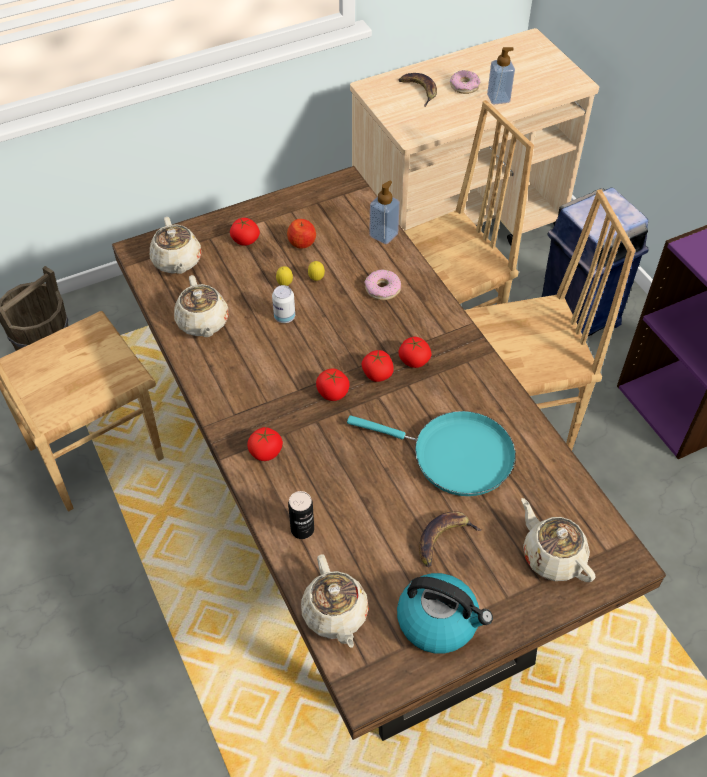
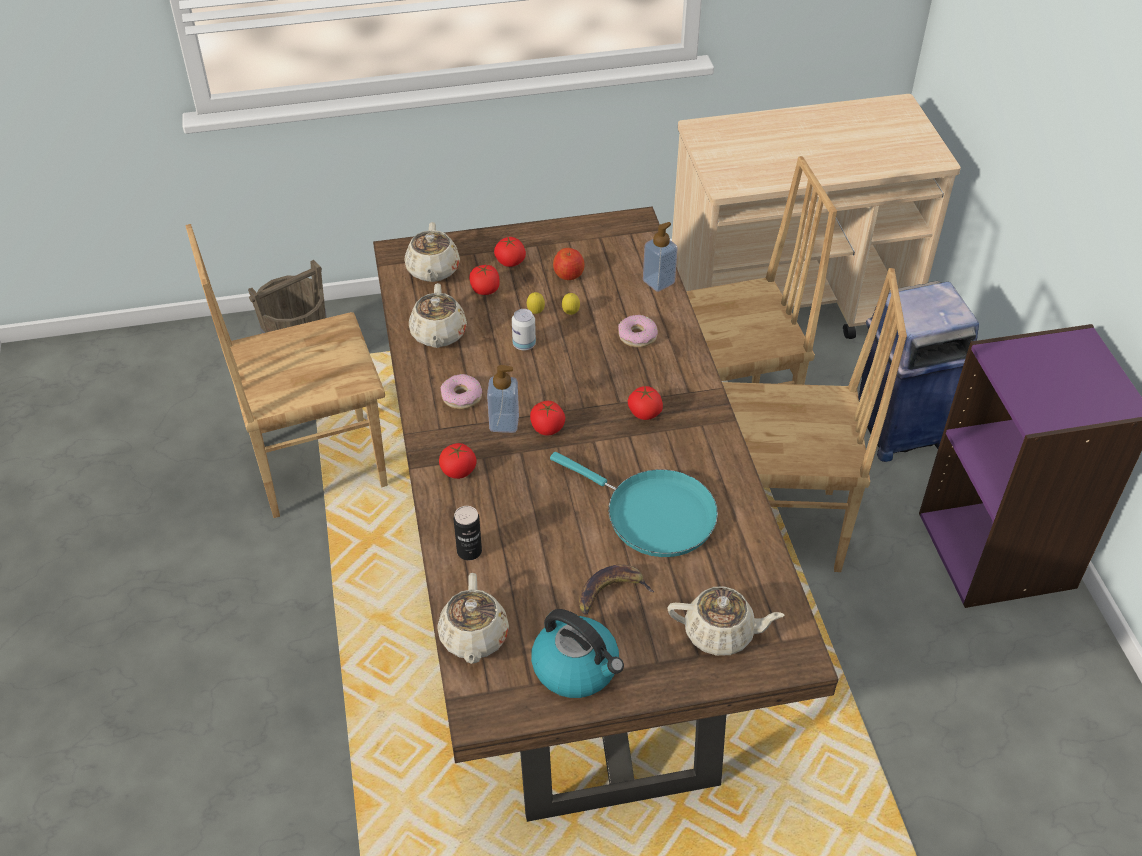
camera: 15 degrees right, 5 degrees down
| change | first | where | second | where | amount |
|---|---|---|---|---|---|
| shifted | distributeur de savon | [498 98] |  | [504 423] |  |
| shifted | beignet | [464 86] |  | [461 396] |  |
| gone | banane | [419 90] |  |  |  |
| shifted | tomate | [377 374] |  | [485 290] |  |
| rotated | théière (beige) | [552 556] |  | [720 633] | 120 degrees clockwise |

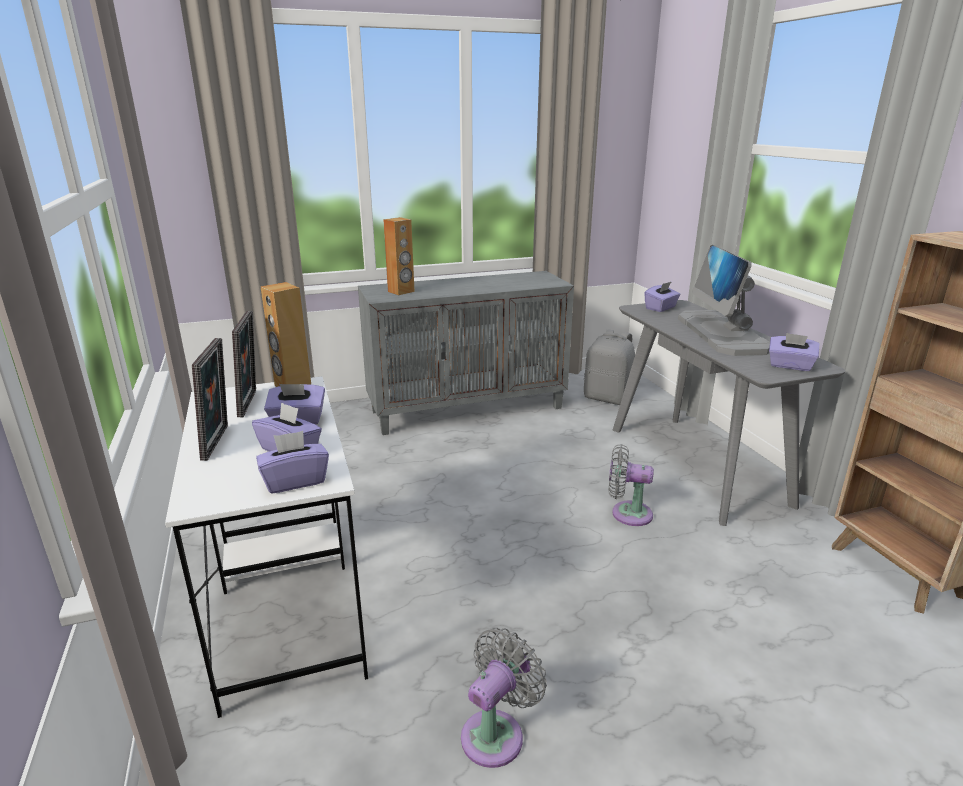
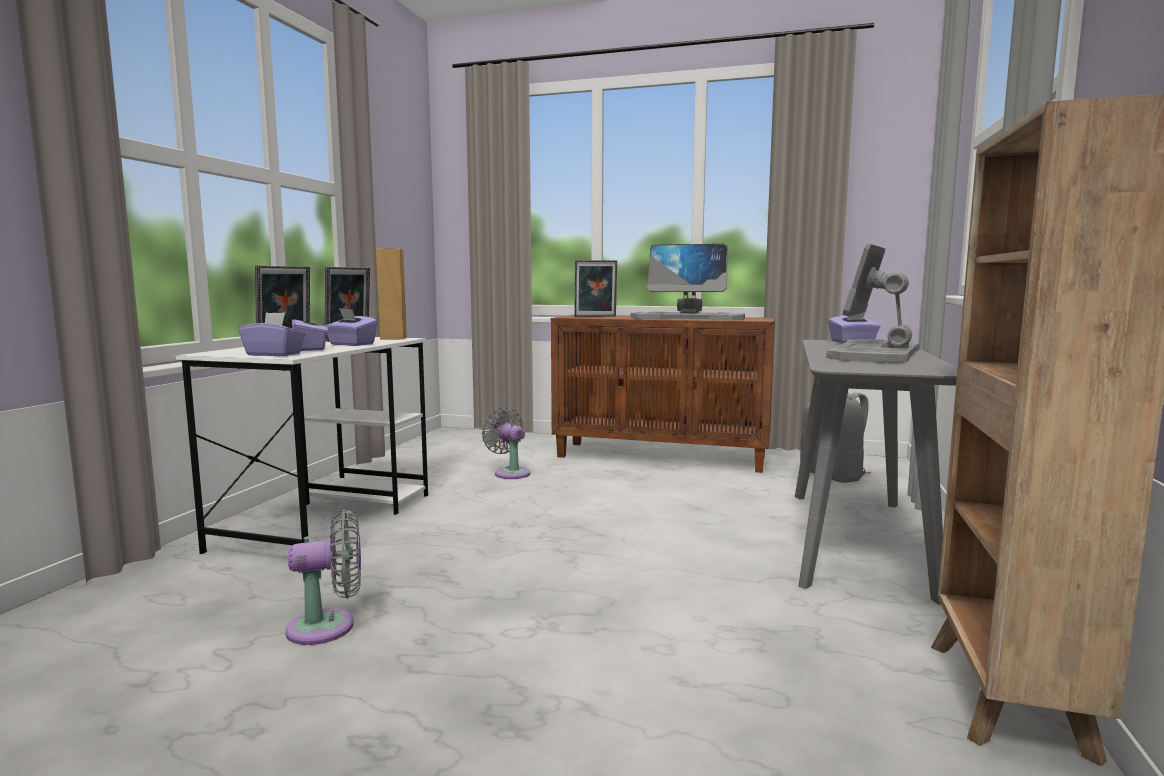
camera: 35 degrees right, 15 degrees down
| change | first | where | second | where | amount |
|---|---|---|---|---|---|
| swapped | enceinte (marron) | [401 292] | cadre photo | [595 316] |  |
| repainted | meuble de rangement (gris) | [468 409] | meuble de rangement (marron) | [662 456] |  |
| gone | boîte à mouchoirs (violet) | [790 366] |  |  |  |
| shifted | ventilateur (gris) | [627 513] |  | [510 473] |  |
| new |  |  | écran d'ordinateur | [688 318] |  |

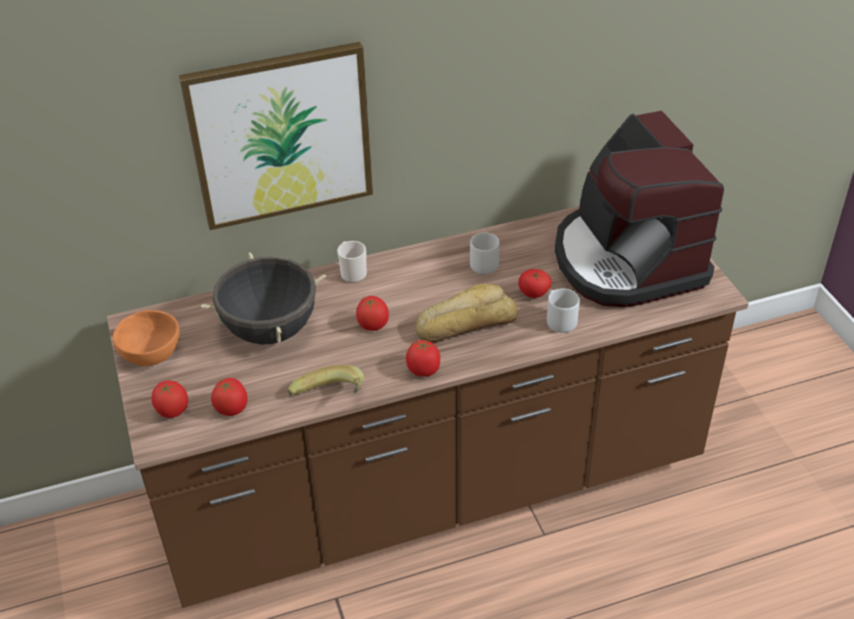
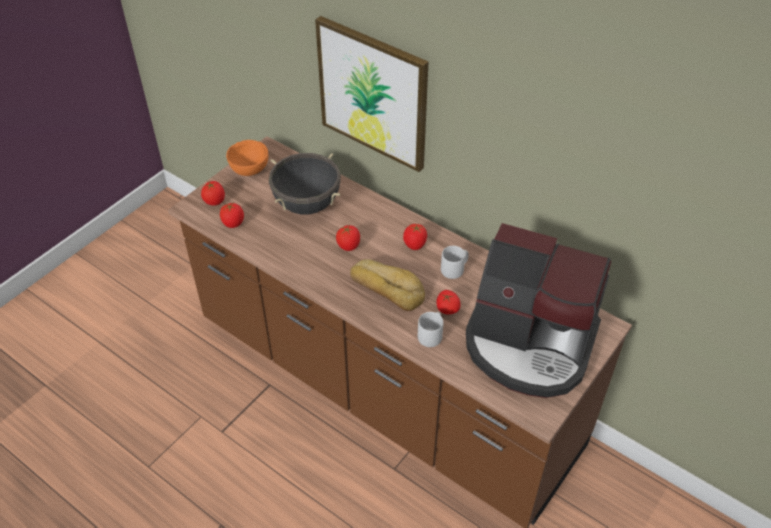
camera: 55 degrees right, 5 degrees up
| change | first | where | second | where | amount |
|---|---|---|---|---|---|
| rotated | machine à café | [627 260] |  | [529 345] | 105 degrees counterclockwise |
| gone | mug | [352 273] |  |  |  |
| shifted | tomate | [424 370] |  | [415 245] |  |
| gone | banane | [330 400] |  |  |  |

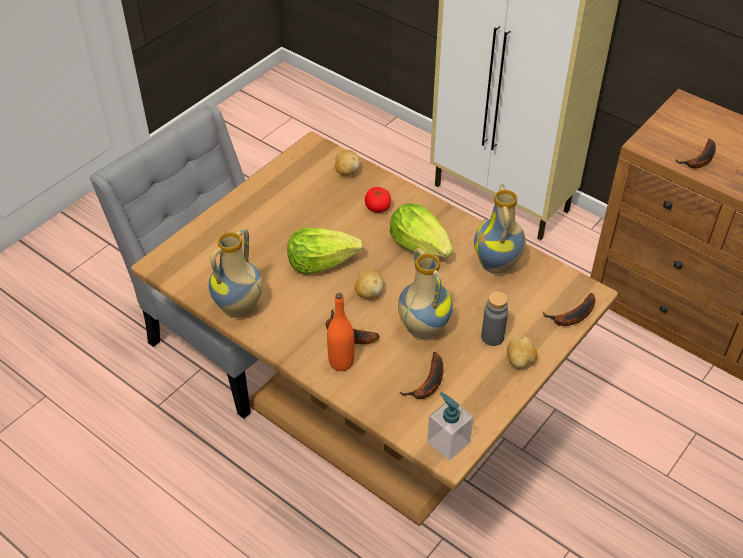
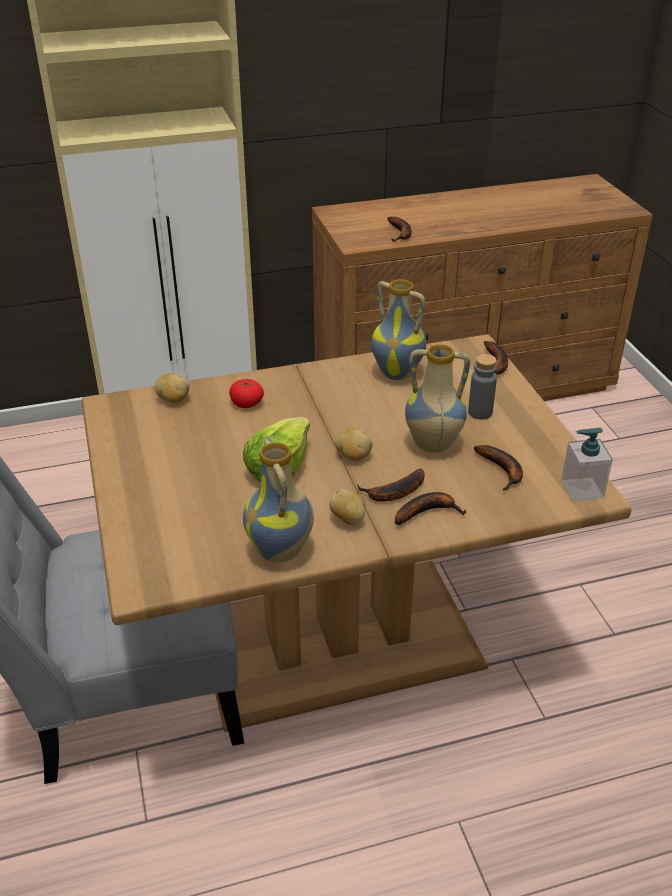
camera: 55 degrees left, 10 degrees down
| change | first | where | second | where | amount |
|---|---|---|---|---|---|
| gone | laitue | [420 245] |  |  |  |
| swapped | bouteille (orange) | [341 362] | banane | [427 511] |  |
| shifted | pomme de terre | [520 361] |  | [348 519] |  |

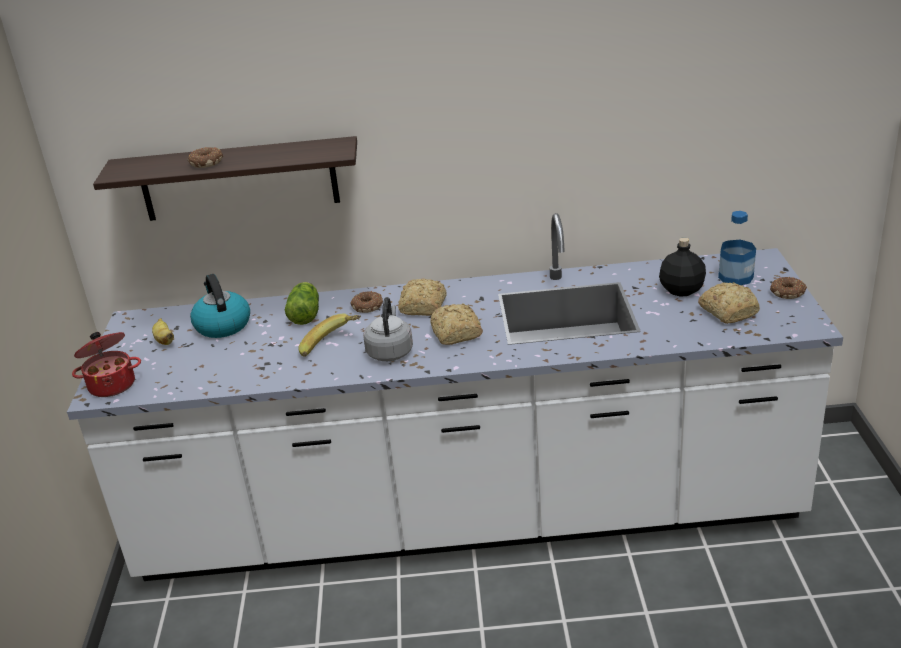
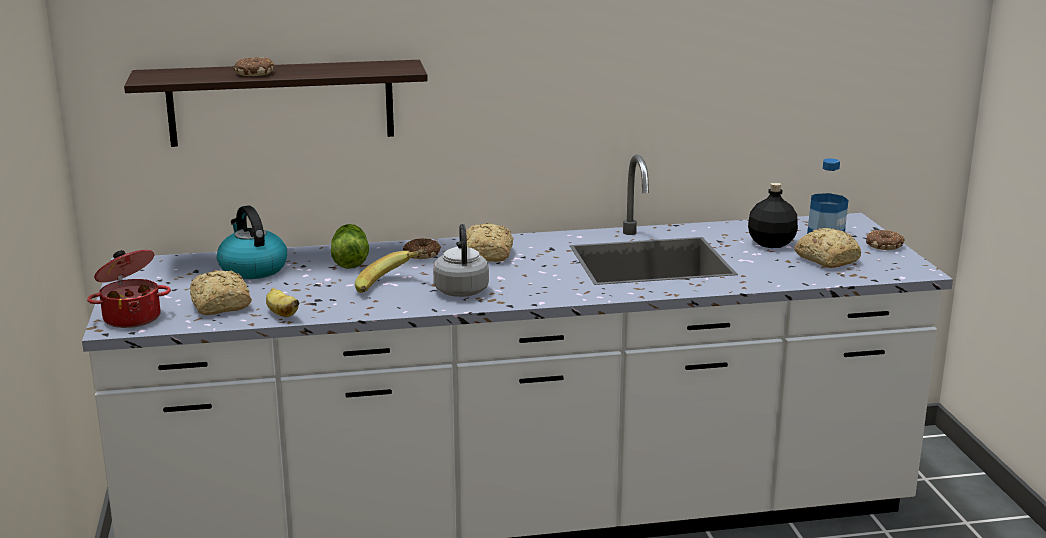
camera: 10 degrees left, 10 degrees down
| change | first | where | second | where | amount |
|---|---|---|---|---|---|
| shifted | pain | [456 334] |  | [220 306] |  |
| shifted | banane | [164 340] |  | [281 314] |  |

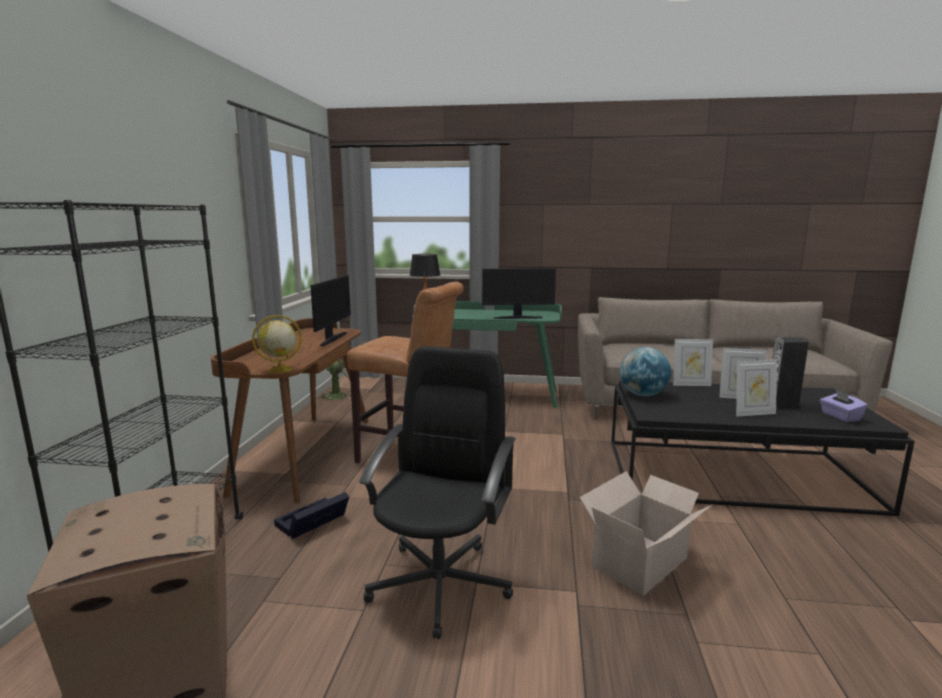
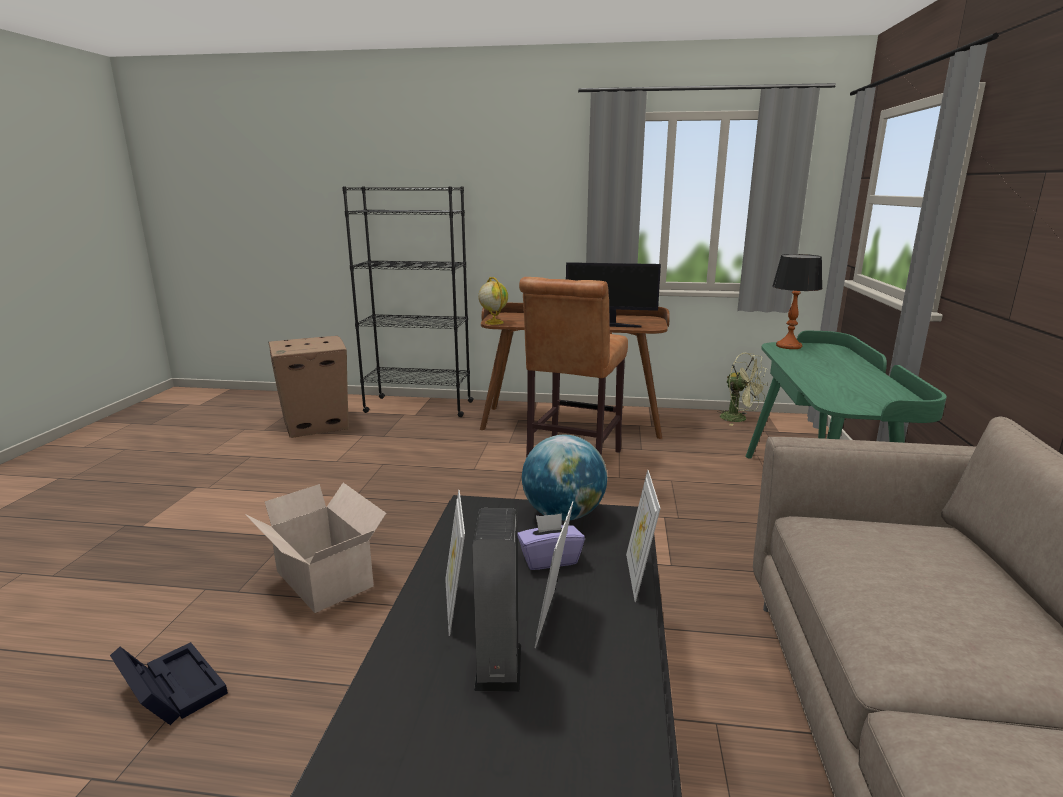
camera: 90 degrees right, 5 degrees up
| change | first | where | second | where | amount |
|---|---|---|---|---|---|
| gone | écran d'ordinateur | [517 317] |  |  |  |
| gone | chaise de bureau (noir) | [441 582] |  |  |  |
| shifted | boîte à mouchoirs (violet) | [840 417] |  | [549 559] |  |
| shifted | boîte de rangement (noir) | [311 523] |  | [170 689] |  |

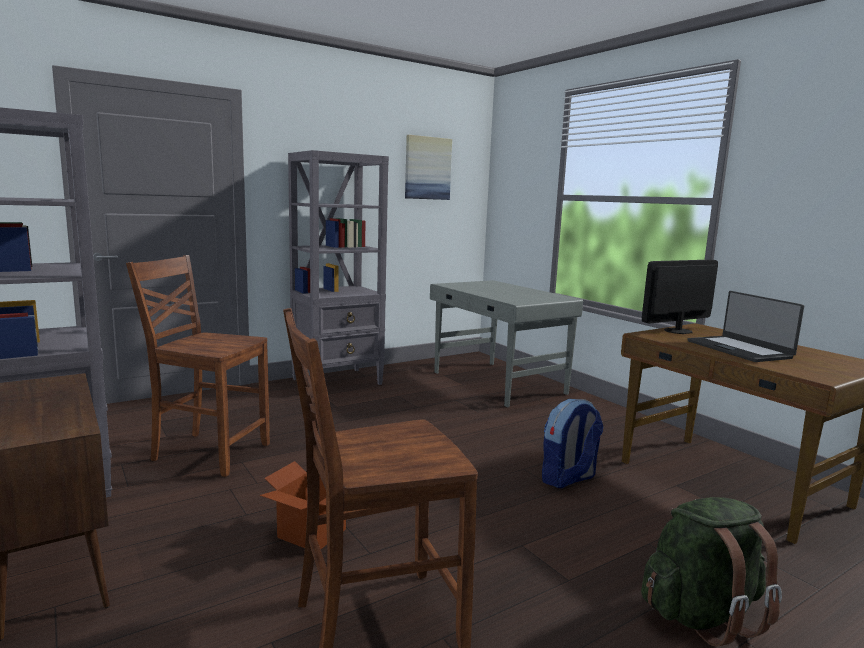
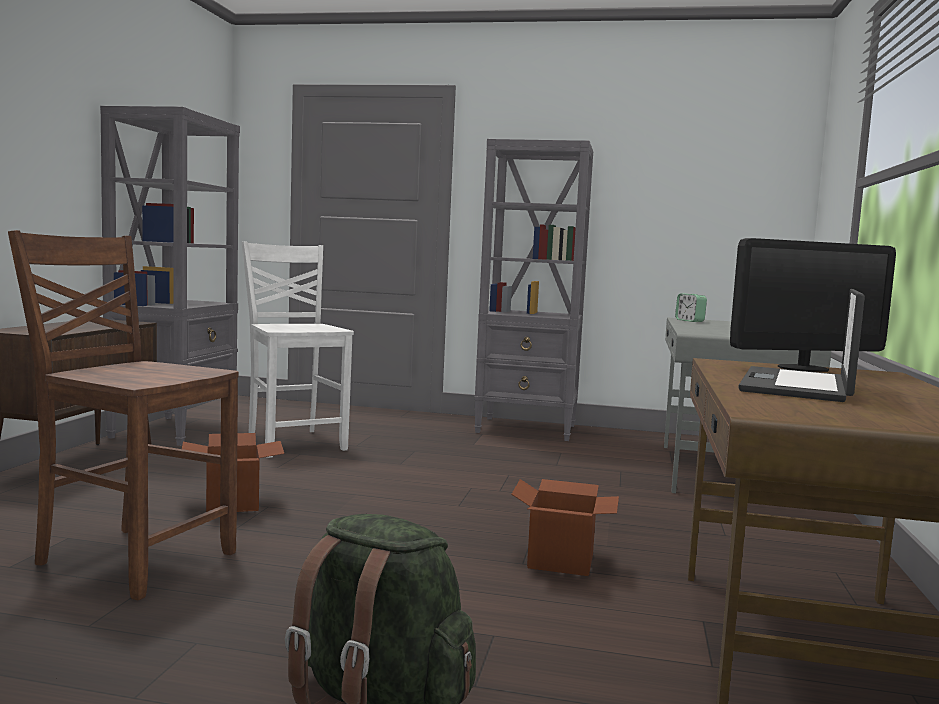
camera: 45 degrees right, 5 degrees down
| change | first | where | second | where | amount |
|---|---|---|---|---|---|
| gone | tableau | [427 168] |  |  |  |
| repainted | chaise (marron) | [209 452] | chaise (blanc) | [294 442] |  |
| rotated | écran d'ordinateur | [678 331] |  | [803 368] | 150 degrees clockwise |
| swapped | sac à dos | [568 479] | carton | [560 561] |  |
| new |  |  | réveil | [689 321] |  |

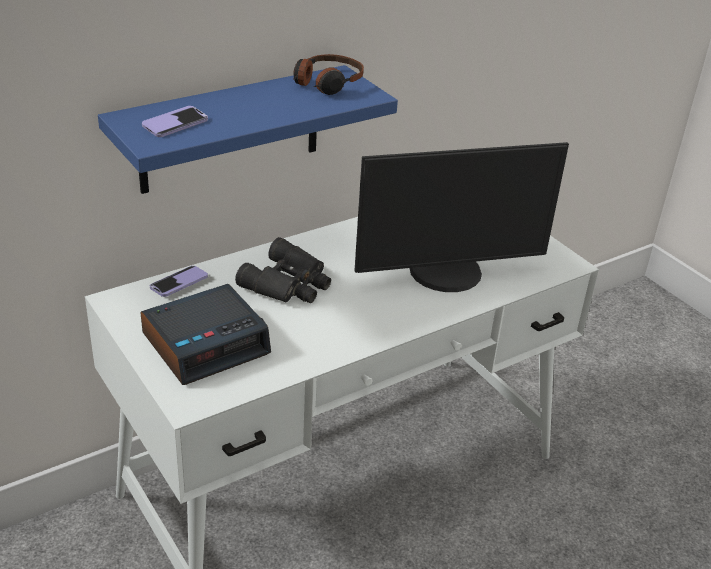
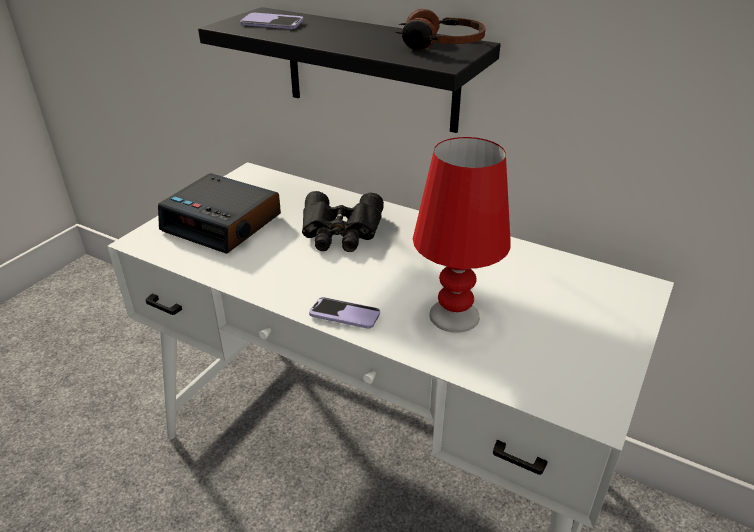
camera: 65 degrees right, 0 degrees up
| change | first | where | second | where | amount |
|---|---|---|---|---|---|
| repainted | étagère (bleu) | [230 130] | étagère (noir) | [370 70] |  |
| swapped | écran d'ordinateur | [447 274] | lampe de table (rouge) | [455 316] |  |
| shifted | téléphone | [179 283] |  | [345 314] |  |

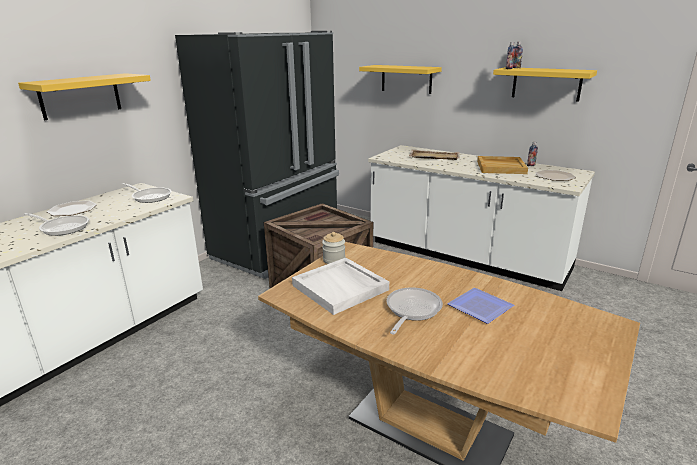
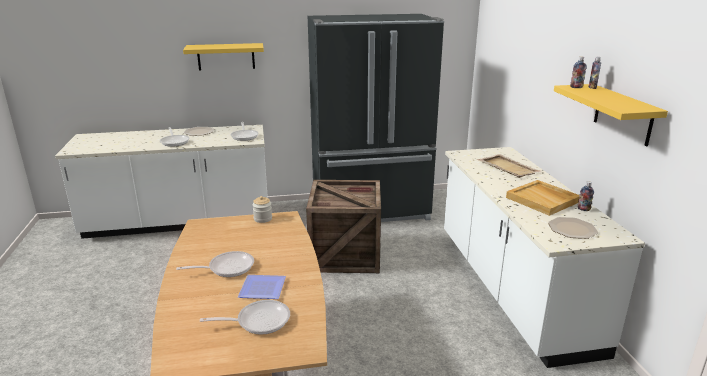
camera: 45 degrees right, 0 degrees up
| change | first | where | second | where | amount |
|---|---|---|---|---|---|
| gone | étagère (jaune) | [406 79] |  |  |  |
| gone | plateau (blanc) | [341 287] |  |  |  |
| new |  |  | poêle | [258 321] |  |

